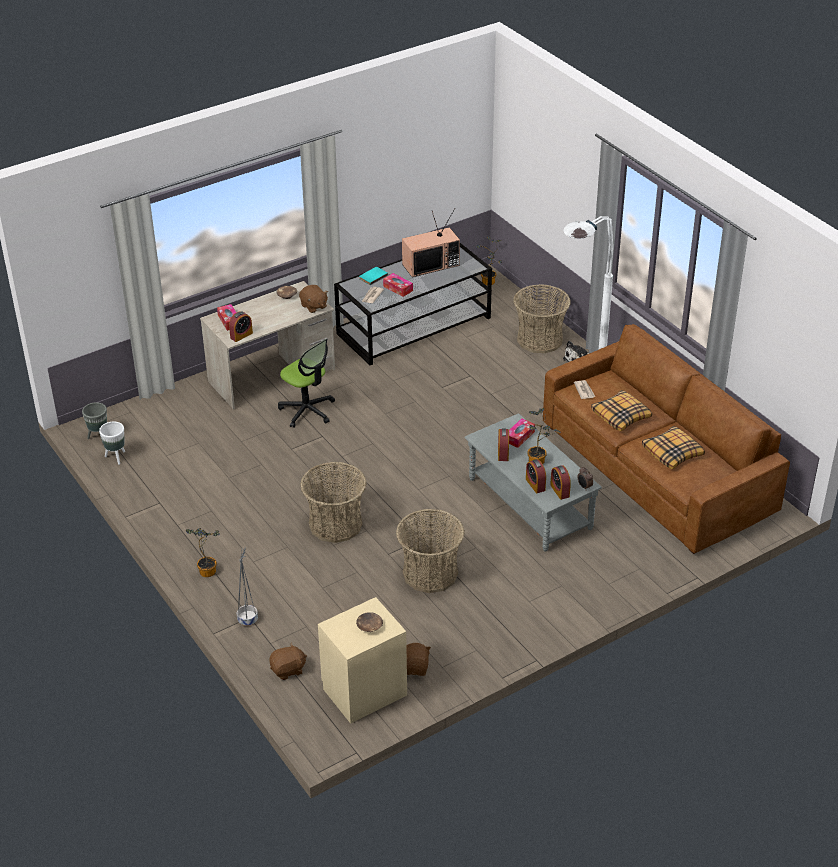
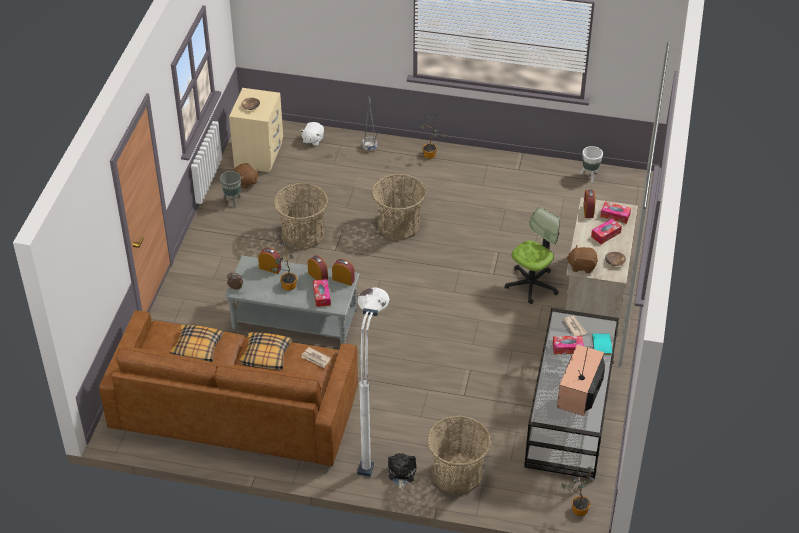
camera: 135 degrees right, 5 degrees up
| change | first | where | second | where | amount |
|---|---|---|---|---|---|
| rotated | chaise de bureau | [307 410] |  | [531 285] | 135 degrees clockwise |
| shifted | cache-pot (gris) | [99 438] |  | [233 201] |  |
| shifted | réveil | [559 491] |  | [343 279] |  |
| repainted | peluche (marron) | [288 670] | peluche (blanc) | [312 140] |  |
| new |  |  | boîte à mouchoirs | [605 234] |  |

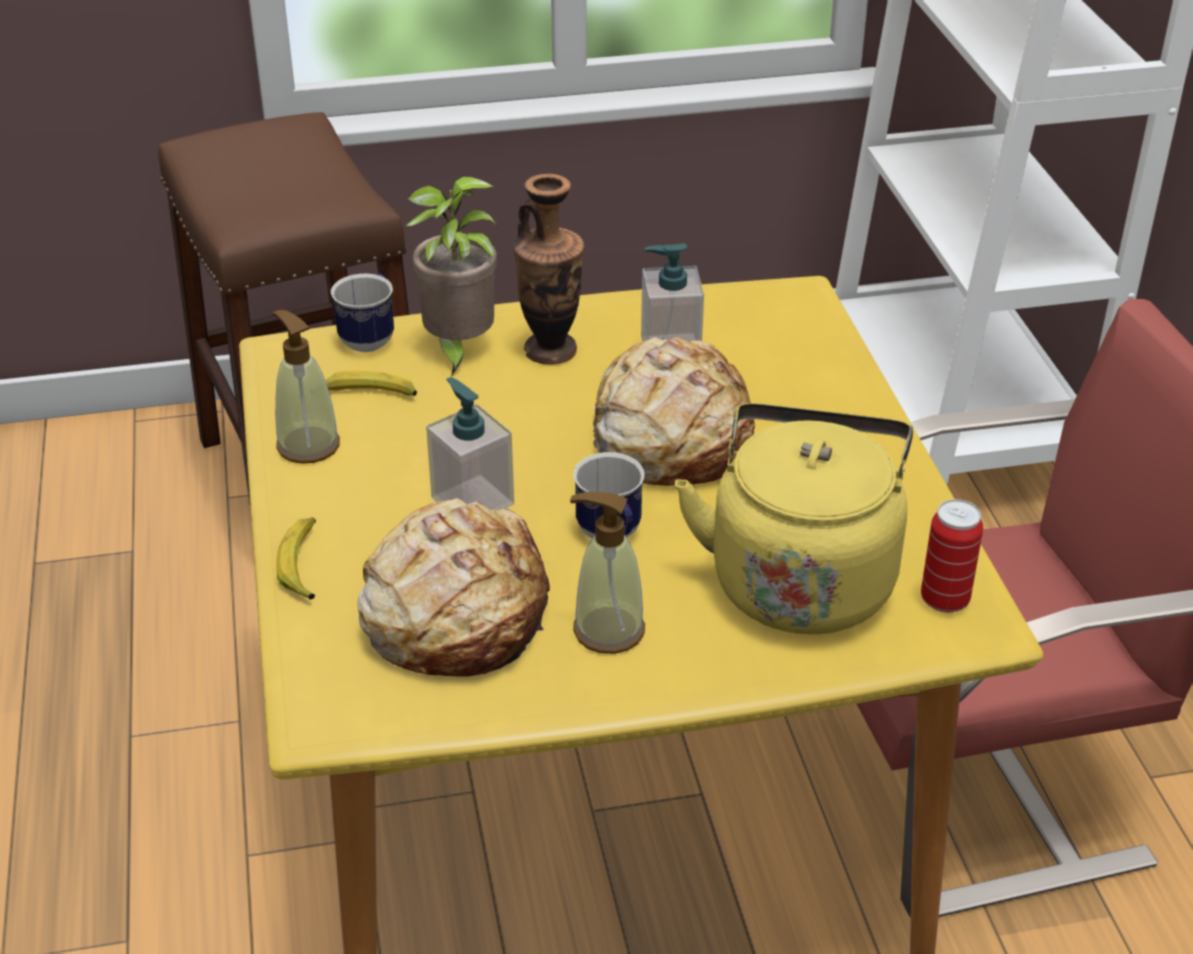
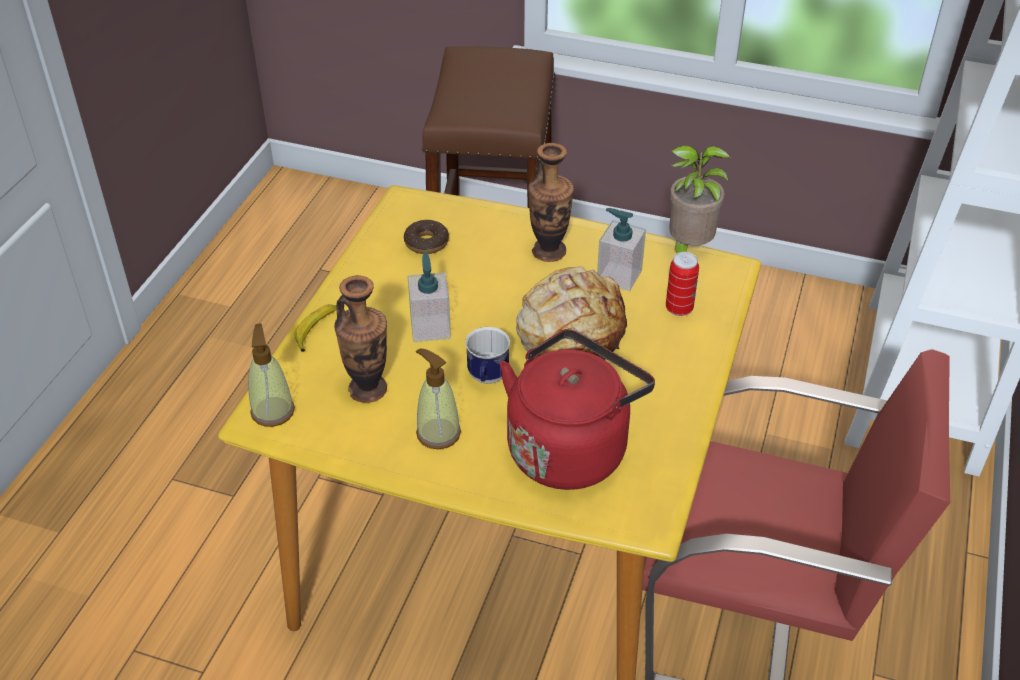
camera: 30 degrees right, 5 degrees up
| change | first | where | second | where | amount |
|---|---|---|---|---|---|
| shifted | plante en pot | [458 350] |  | [687 249] |  |
| gone | mug | [370 337] |  |  |  |
| shifted | distributeur de savon | [308 445] |  | [272 411] |  |
| swapped | banane | [366 395] | beignet | [426 243] |  |
| repainted | bouilloire (jaune) | [801 578] | bouilloire (rouge) | [570 448] |  |
| swapped | pain | [454 613] | vase | [368 389] |  |
| shifted | boîte métallique | [944 600] |  | [679 309] |  |

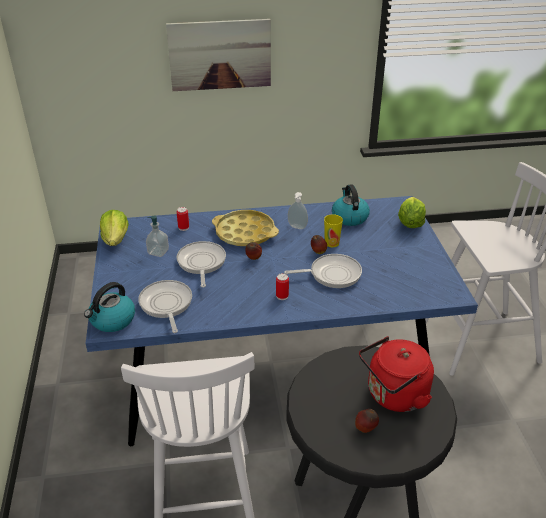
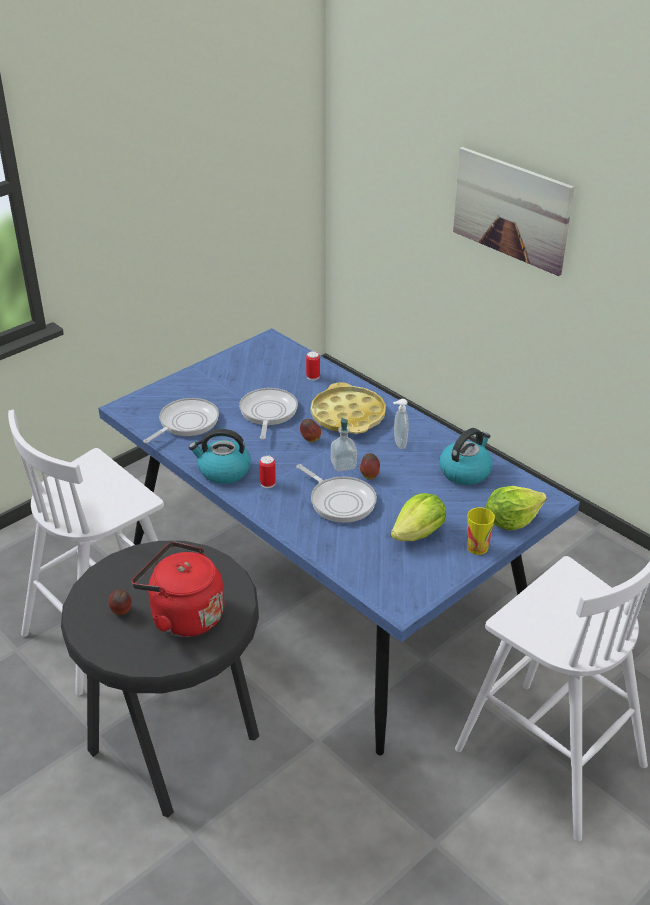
camera: 55 degrees right, 0 degrees up
| change | first | where | second | where | amount |
|---|---|---|---|---|---|
| shifted | laitue | [116 239] |  | [419 534] |  |
| shifted | tasse | [331 243] |  | [477 547] |  |
| shifted | distributeur de savon | [158 252] |  | [343 465] |  |
| rotated | poêle | [201 263] |  | [268 413] | 45 degrees counterclockwise |
| shifted | bouilloire | [112 320] |  | [223 471] |  |

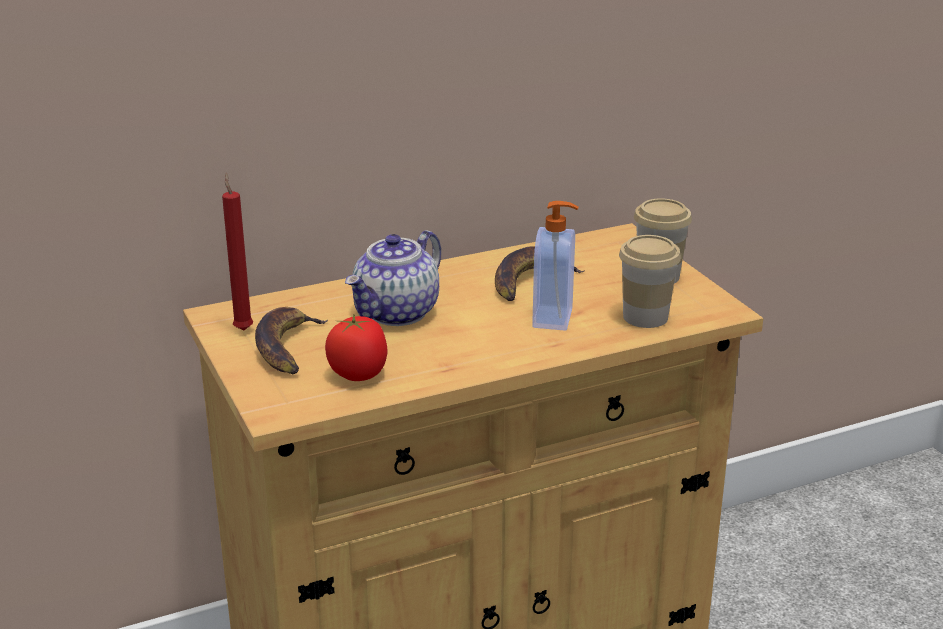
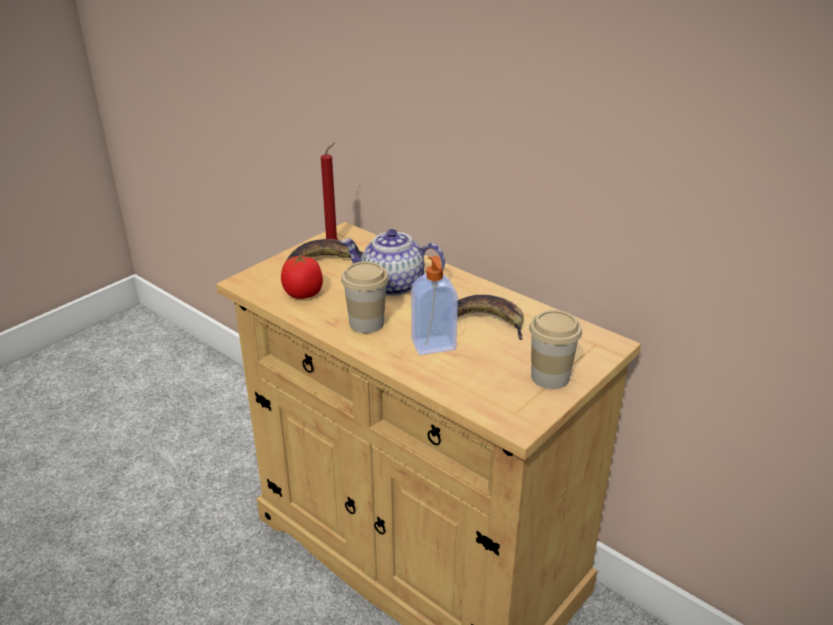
camera: 65 degrees right, 5 degrees up
| change | first | where | second | where | amount |
|---|---|---|---|---|---|
| shifted | tasse | [645 317] |  | [366 323] |  |

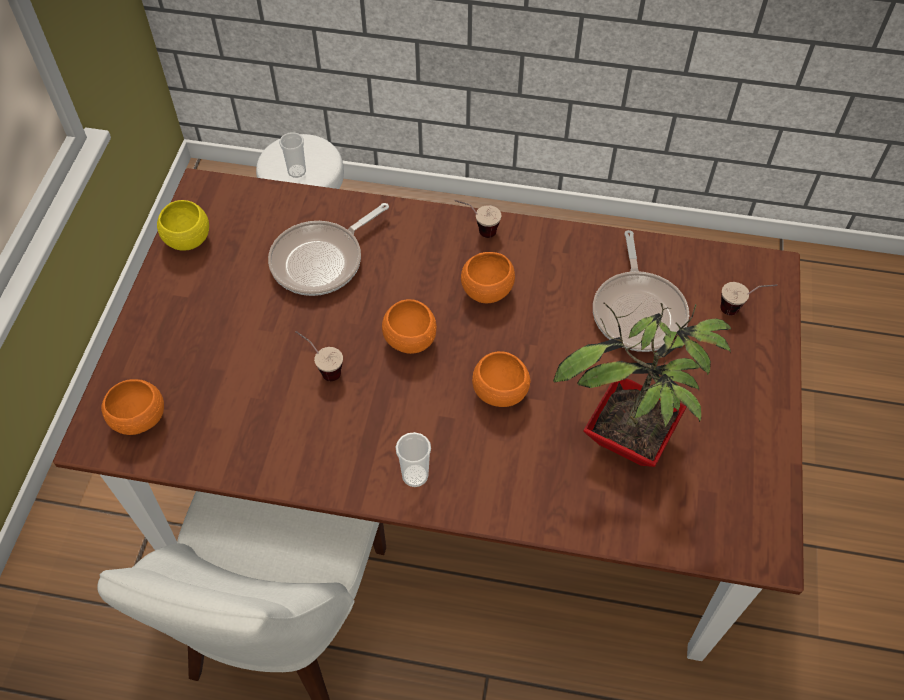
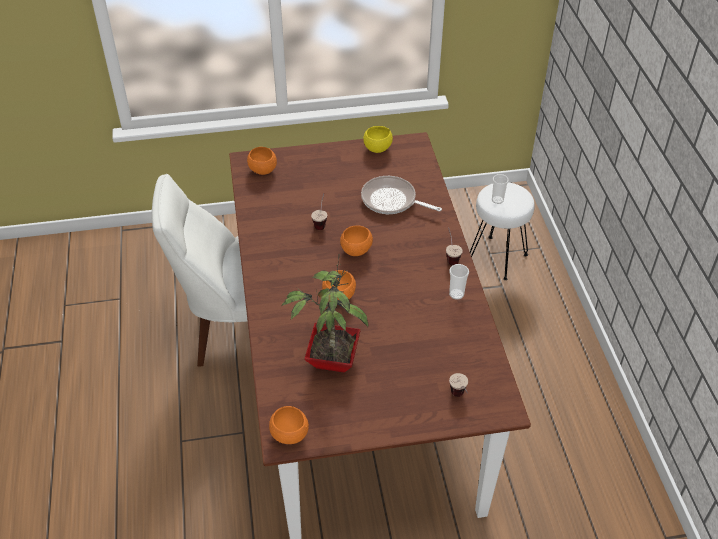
camera: 70 degrees right, 10 degrees down
| change | first | where | second | where | amount |
|---|---|---|---|---|---|
| gone | poêle | [638 311] |  |  |  |
| shifted | bol (orange) | [487 291] |  | [289 435] |  |
| shifted | tasse | [415 476] |  | [456 294] |  |

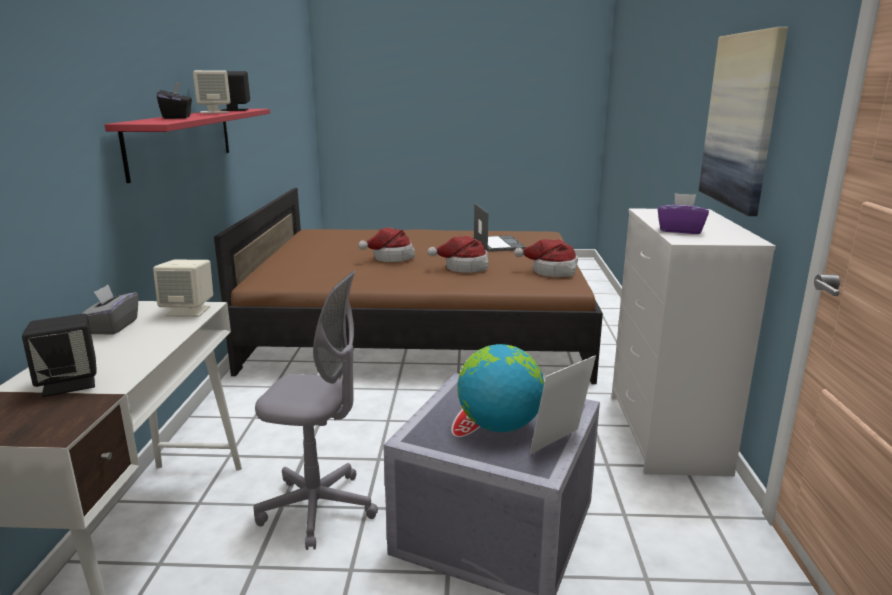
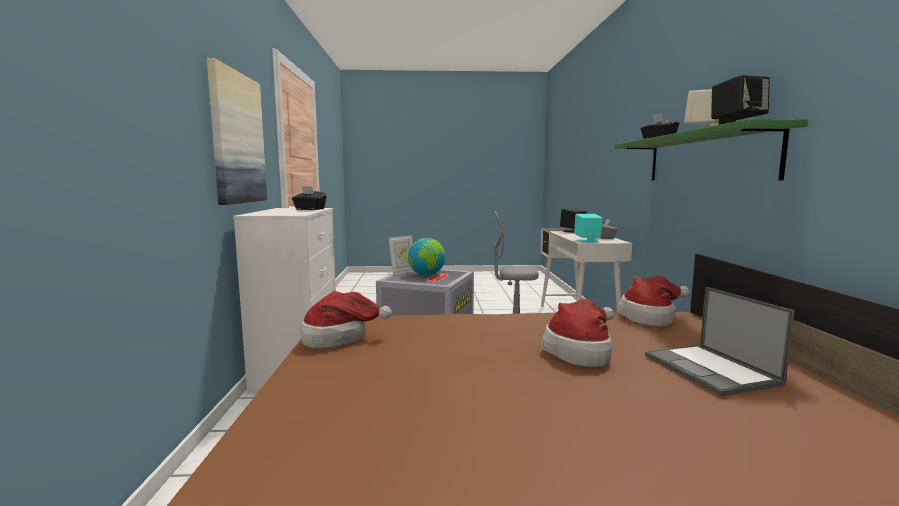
camera: 175 degrees right, 10 degrees down
| change | first | where | second | where | amount |
|---|---|---|---|---|---|
| repainted | étagère (rouge) | [182 140] | étagère (vert) | [705 158] |  |
| repainted | boîte à mouchoirs (violet) | [680 230] | boîte à mouchoirs (noir) | [309 209] |  |
| shifted | ordinateur portable | [498 244] |  | [711 370] |  |
| shifted | chapeau | [464 267] |  | [650 317] |  |
| repainted | enceinte (beige) | [189 311] | enceinte (turquoise) | [587 241] |  |

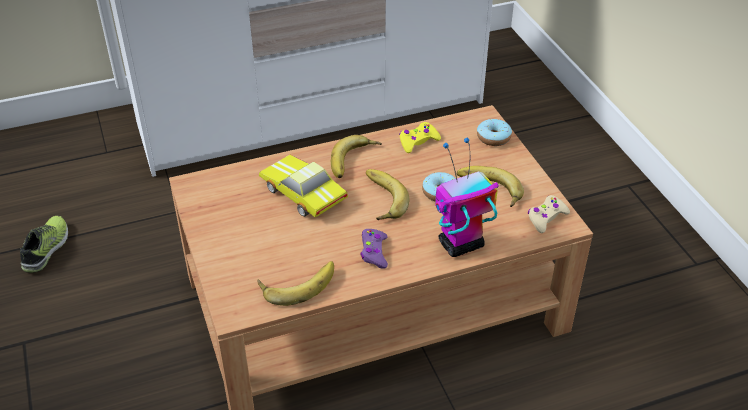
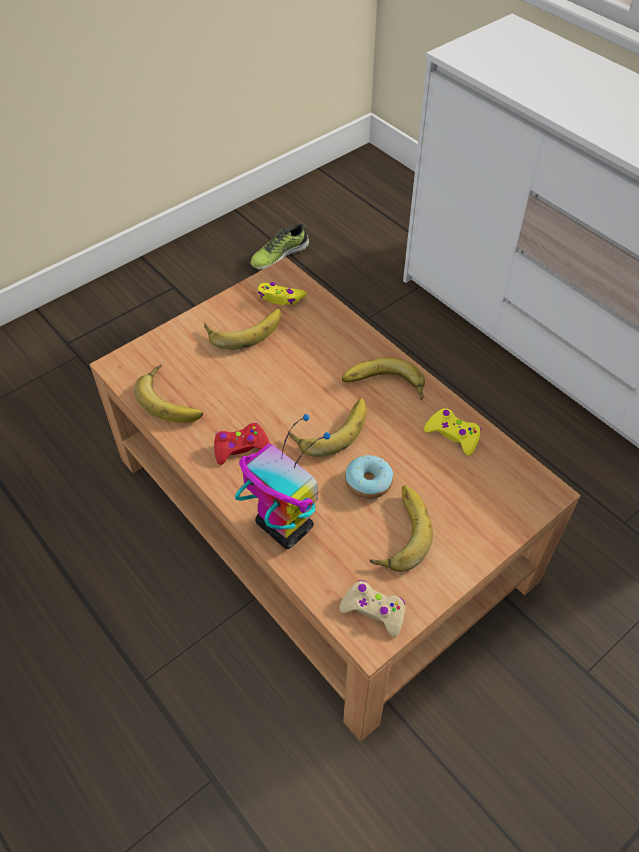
camera: 70 degrees right, 10 degrees up
| change | first | where | second | where | amount |
|---|---|---|---|---|---|
| gone | beignet | [493 138] |  |  |  |
| gone | petite voiture | [302 194] |  |  |  |
| rotated | chaussure | [47 248] |  | [279 255] | 150 degrees clockwise |
| repainted | manette (violet) | [374 252] | manette (rouge) | [240 447] |  |
| new |  |  | manette (jaune) | [280 298] |  |
| new |  |  | banane | [244 329] |  |

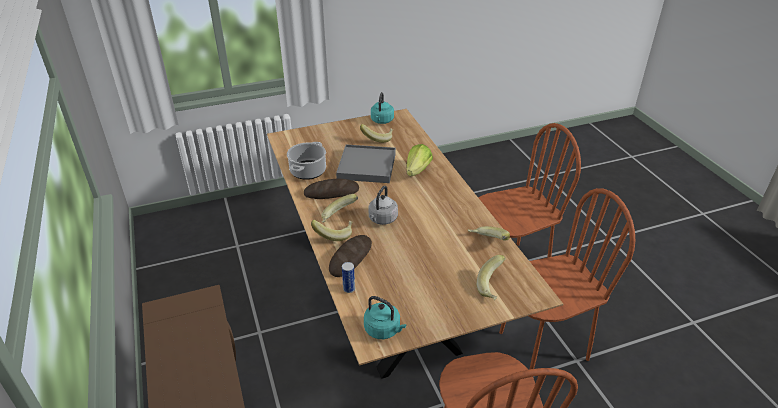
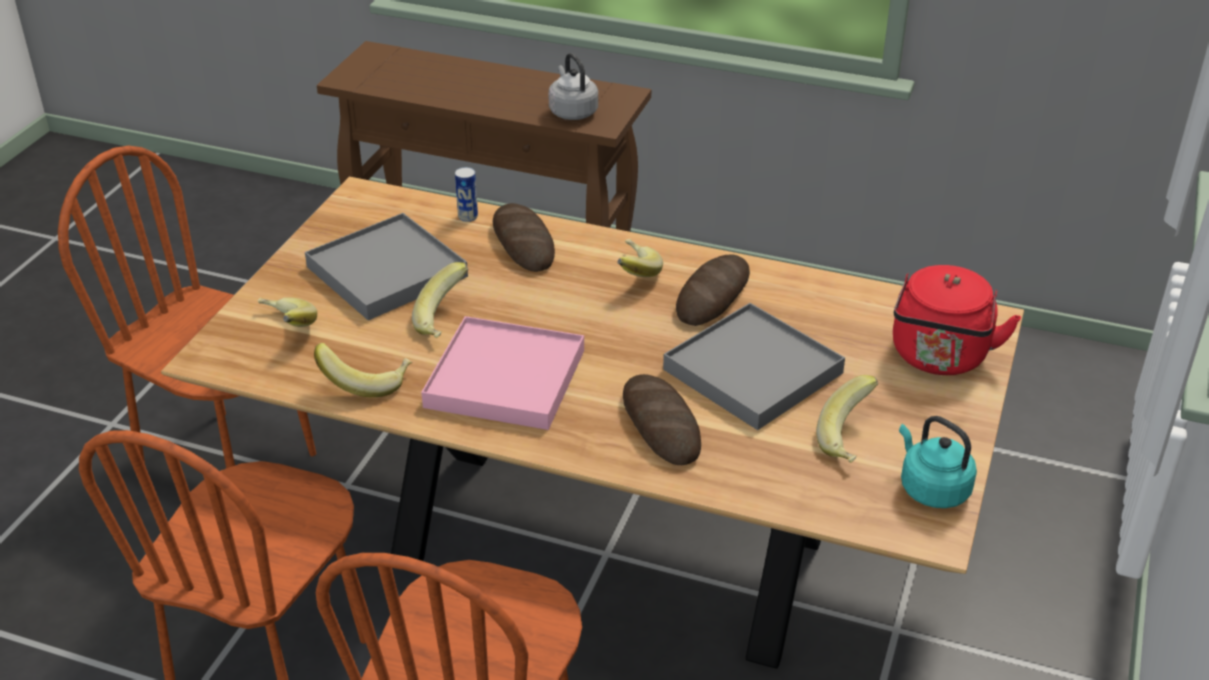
camera: 130 degrees right, 0 degrees up
| change | first | where | second | where | amount |
|---|---|---|---|---|---|
| gone | marmite | [308 171] |  |  |  |
| swapped | laitue | [417 171] | pain | [661 425] |  |
| shifted | bouilloire (gris) | [382 219] |  | [572 111] |  |
| shifted | banane | [334 234] |  | [445 320] |  |
| gone | bouilloire (turquoise) | [384 330] |  |  |  |
| new |  |  | plateau (gris) | [387 272] |  |
| new |  |  | bouilloire (rouge) | [939 358] |  |
| new |  |  | plateau (rose) | [505 379] |  |

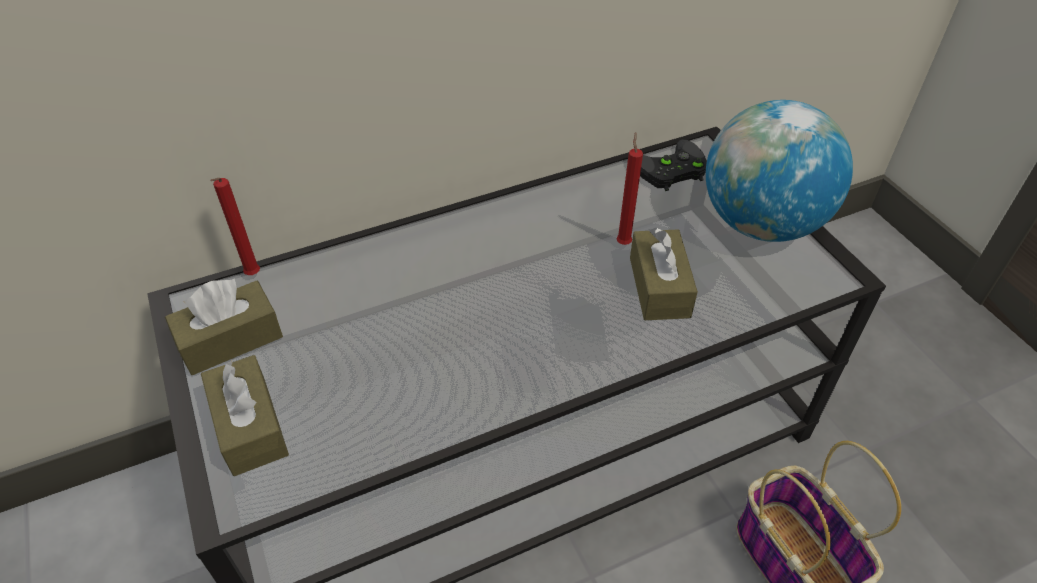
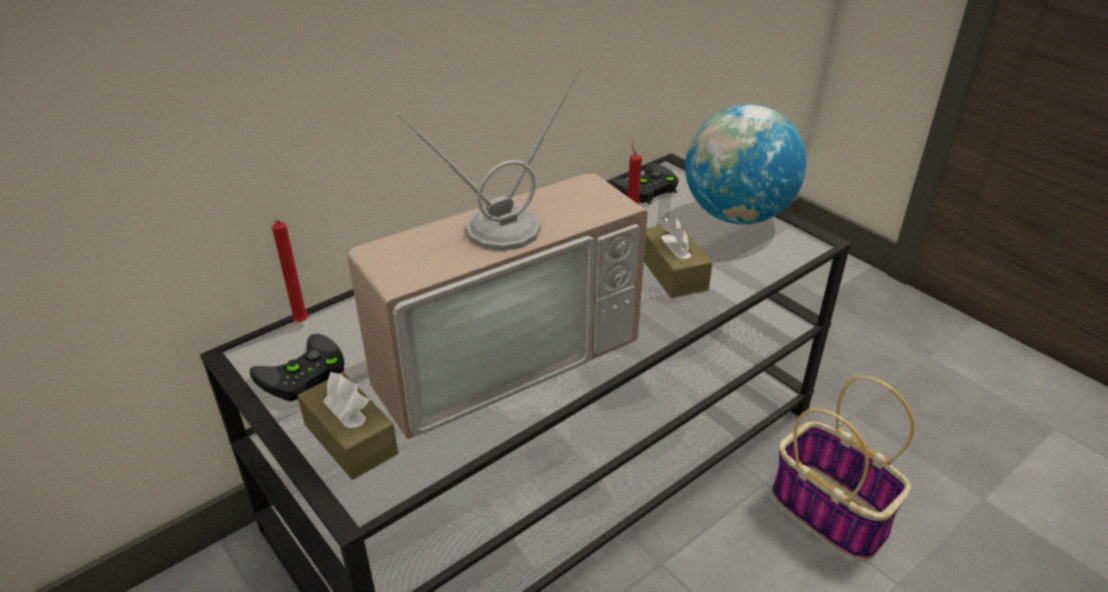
camera: 15 degrees left, 10 degrees down
| change | first | where | second | where | amount |
|---|---|---|---|---|---|
| swapped | boîte à mouchoirs (marron) | [230 340] | manette (noir) | [302 376] |  |
| new |  |  | téléviseur | [501 351] |  |

